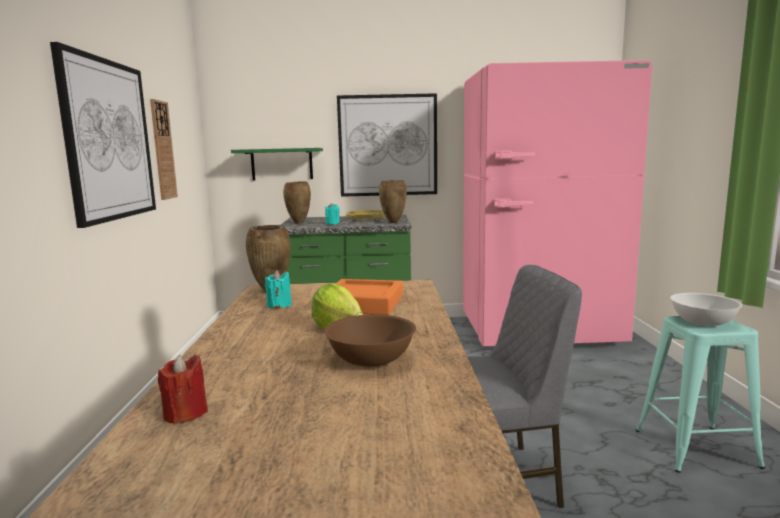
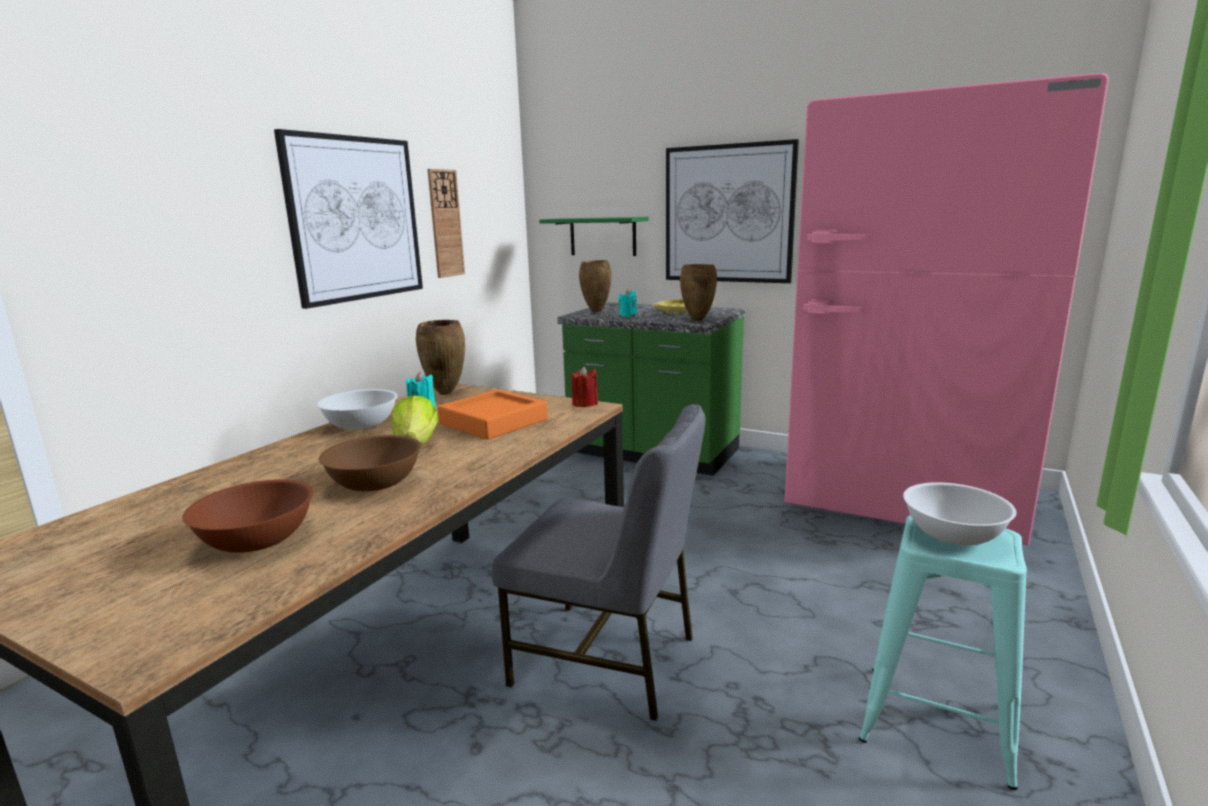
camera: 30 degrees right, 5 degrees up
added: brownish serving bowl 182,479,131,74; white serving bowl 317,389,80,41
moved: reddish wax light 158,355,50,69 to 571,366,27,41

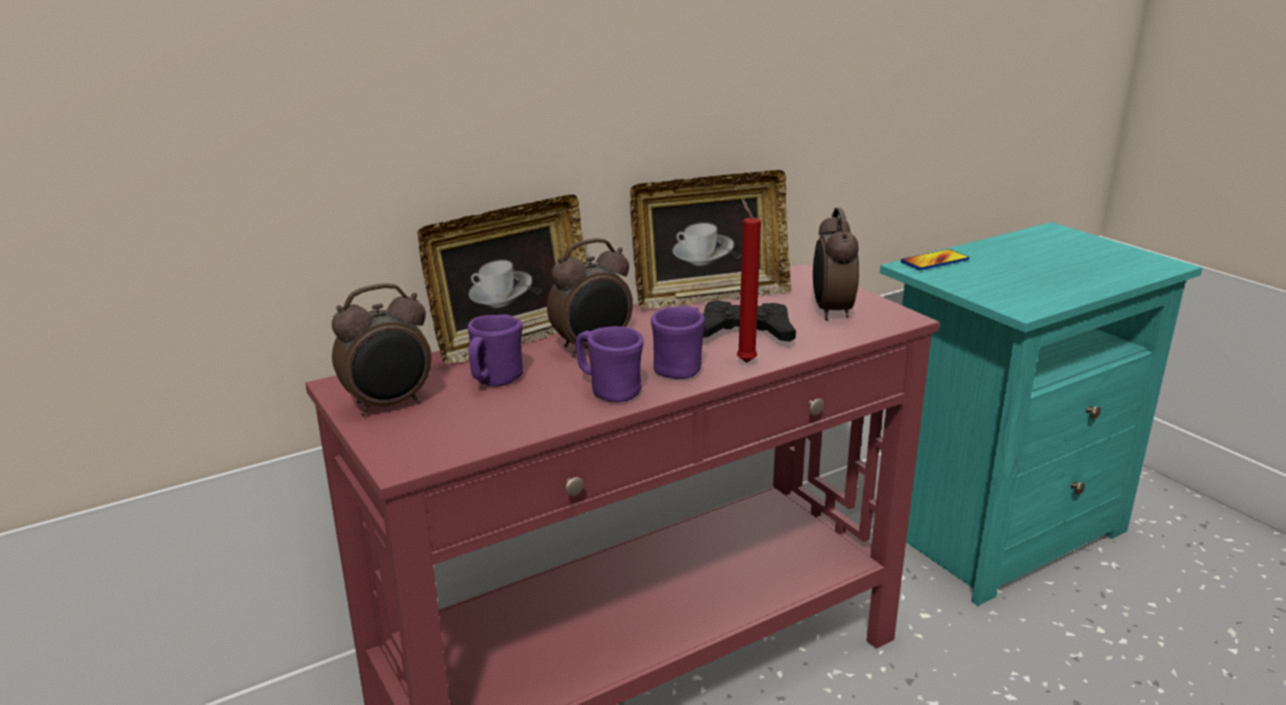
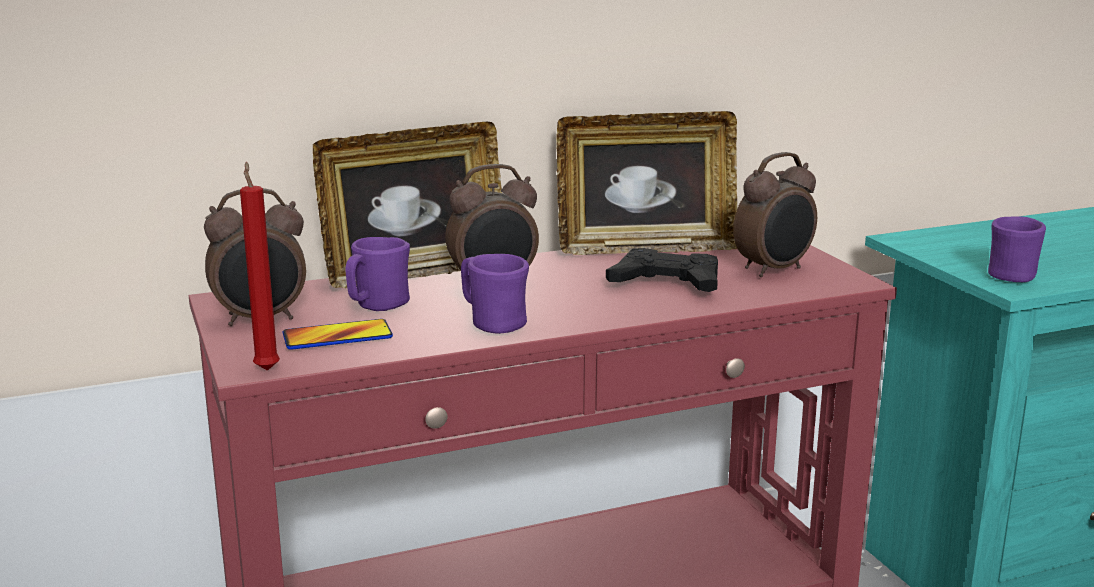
camera: 10 degrees right, 5 degrees down
moved: reddish wax light 737,199,24,164 to 240,162,40,209; telephone 901,249,68,21 to 283,319,110,31; purplish tea mug 651,306,54,73 to 988,216,58,66
turned: bedside clock 813,208,46,113 = 733,152,84,125 135 degrees counterclockwise

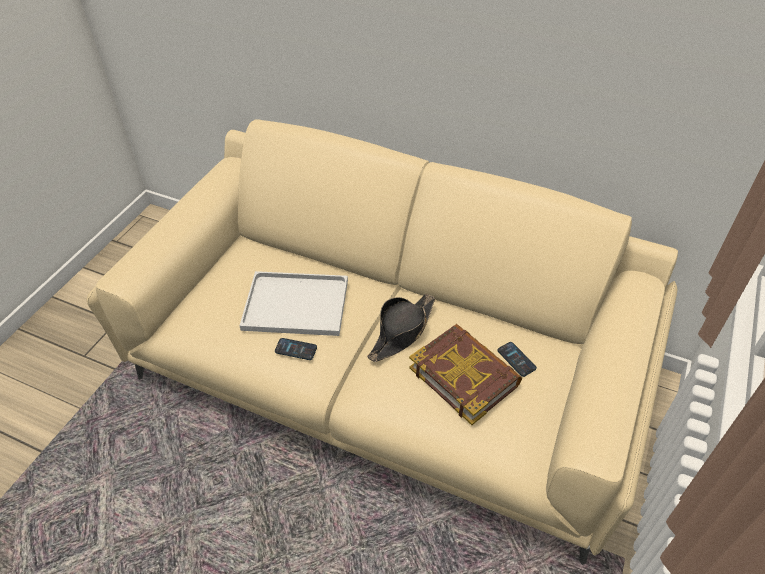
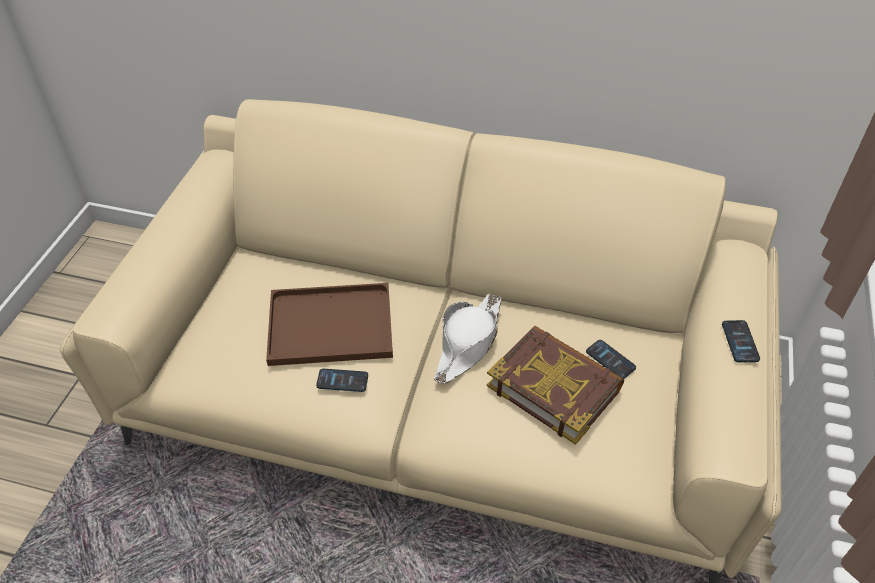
camera: 10 degrees left, 0 degrees up
added: telephone 722,320,38,43
recoloured: white tray 239,271,109,65 to brownish tray 266,283,127,83; black wearable hat 367,293,68,69 to white wearable hat 434,294,67,90

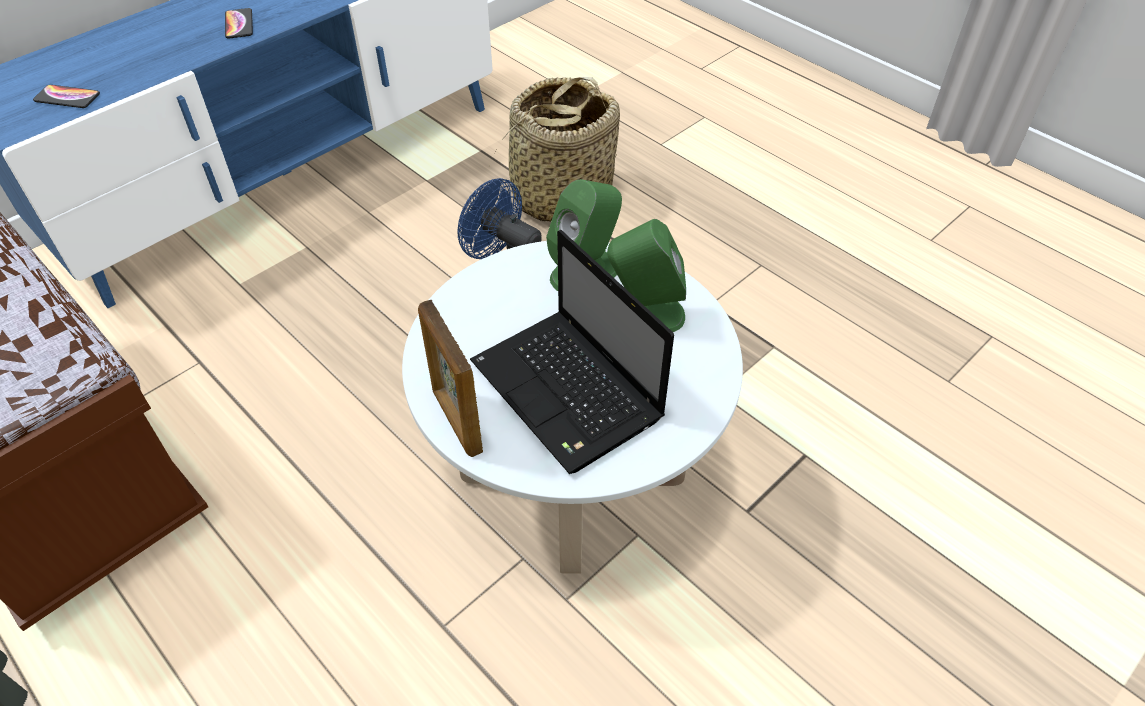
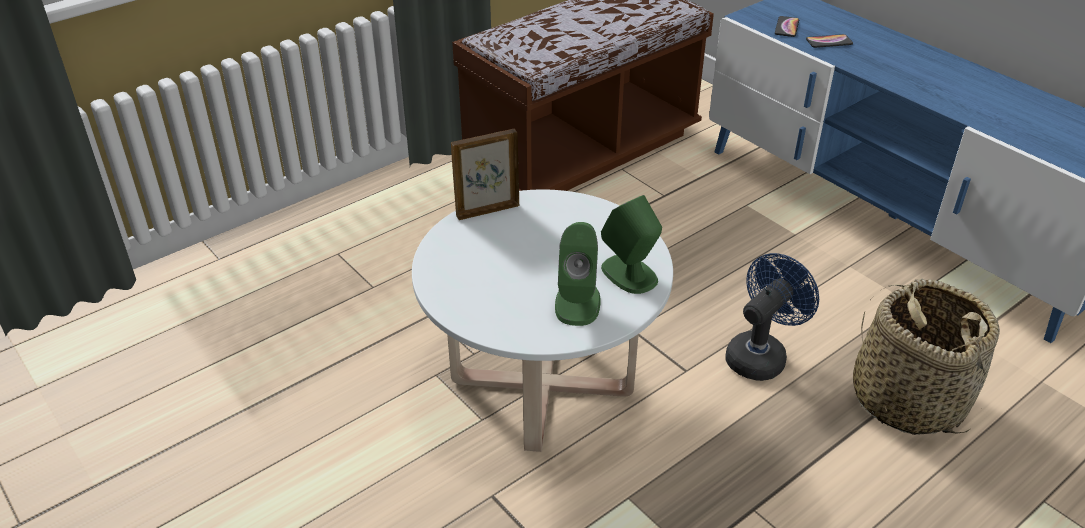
camera: 95 degrees right, 10 degrees down
removed: laptop 470,230,204,244
moved: telephone 225,8,28,31 to 806,34,47,14

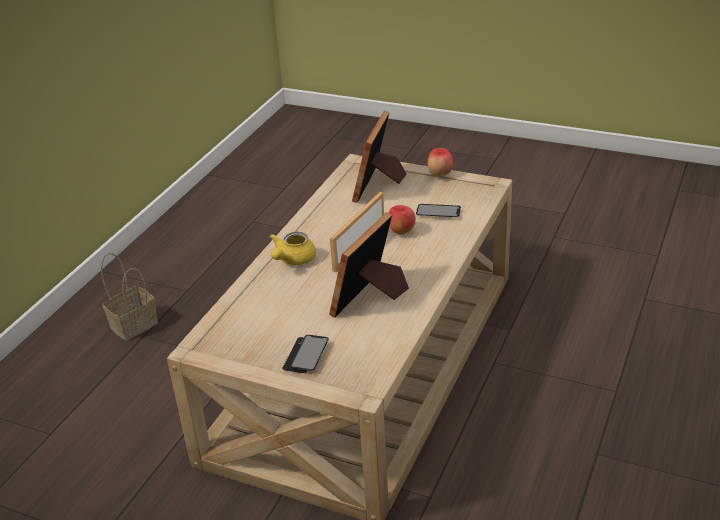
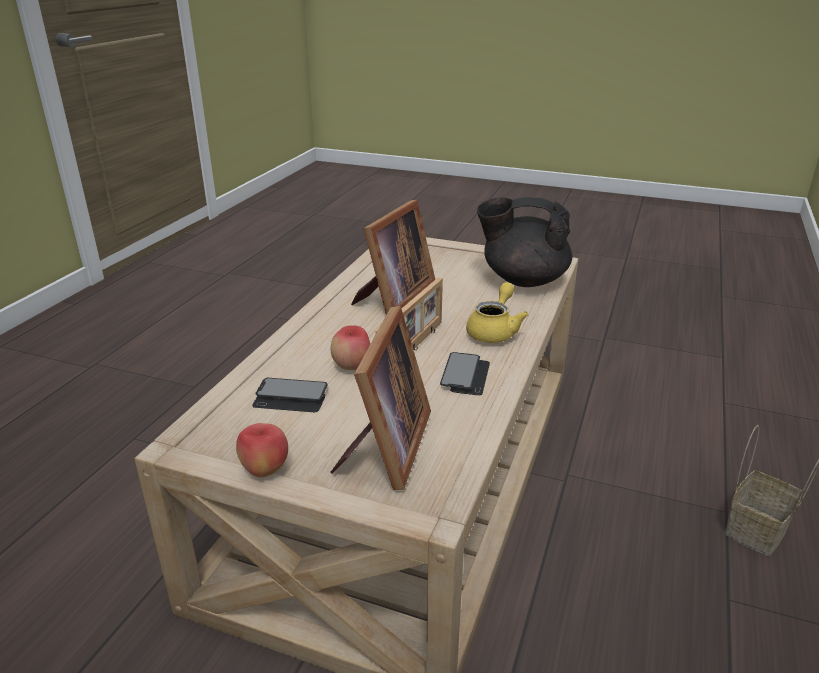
camera: 175 degrees right, 5 degrees down
added: black pot for tea 477,197,95,90
moved: telephone 282,335,47,38 to 440,352,50,43

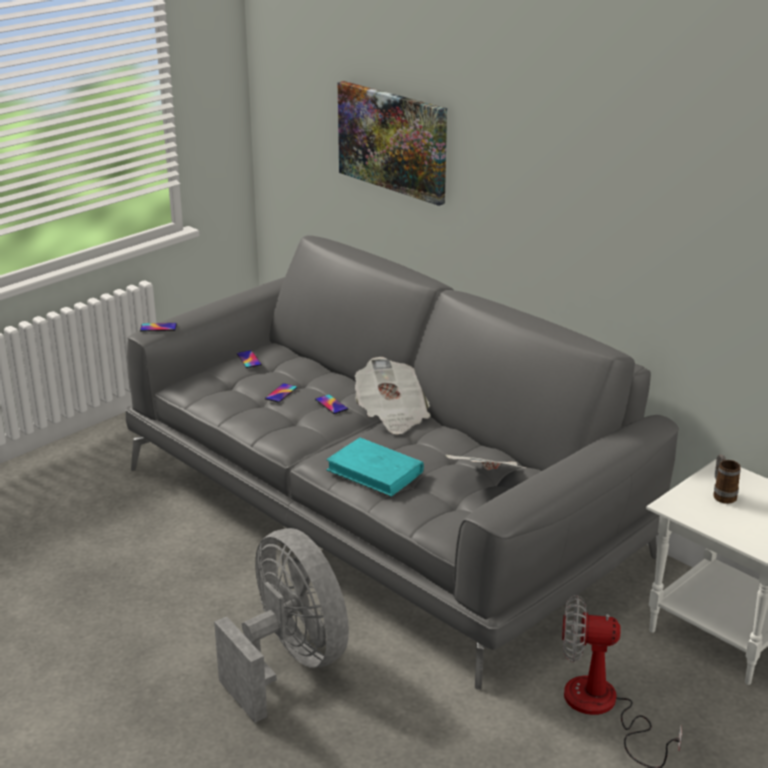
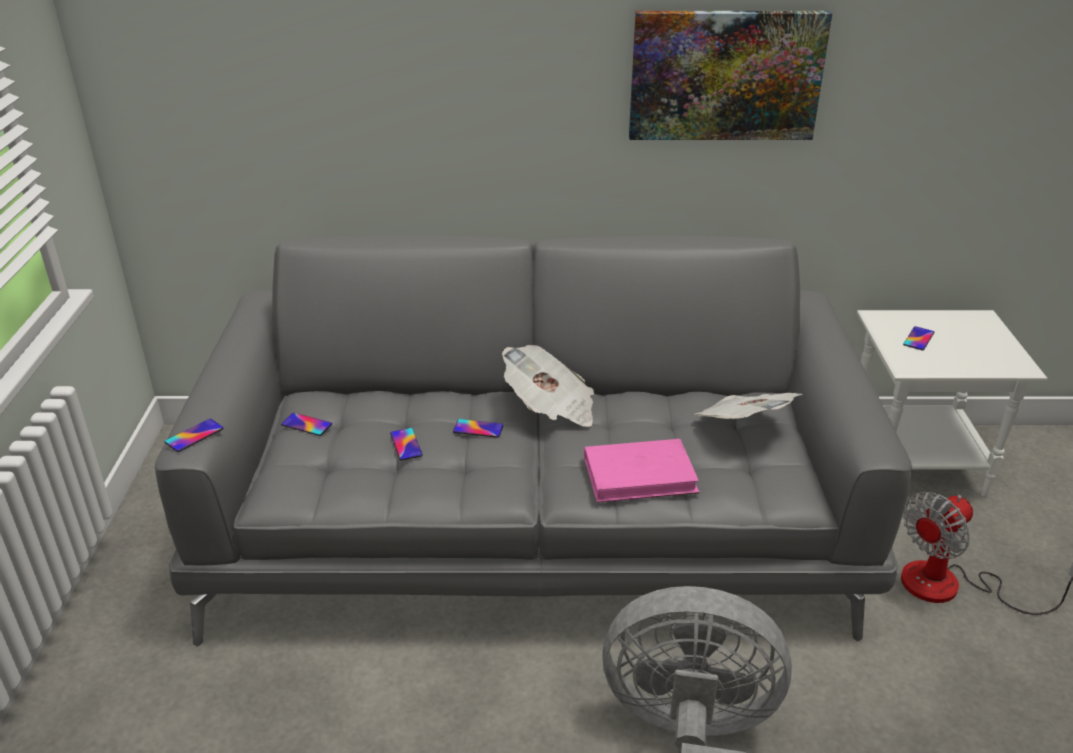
camera: 45 degrees left, 5 degrees up
moved: wall picture 338,81,109,125 to 629,11,204,129
replaced: tea mug 713,454,28,50 to telephone 903,326,31,24
recoloured: turquoise book 326,438,98,59 to pinkish book 584,439,116,64

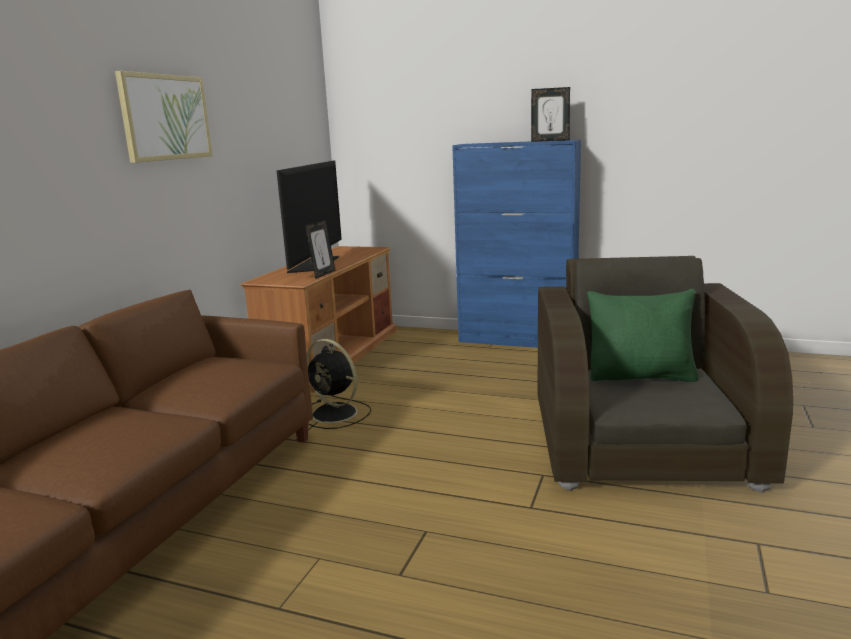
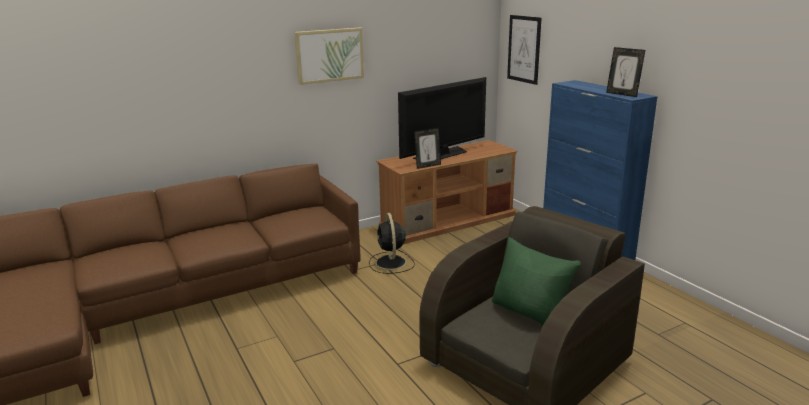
camera: 40 degrees right, 5 degrees up
added: wall picture 507,15,34,70

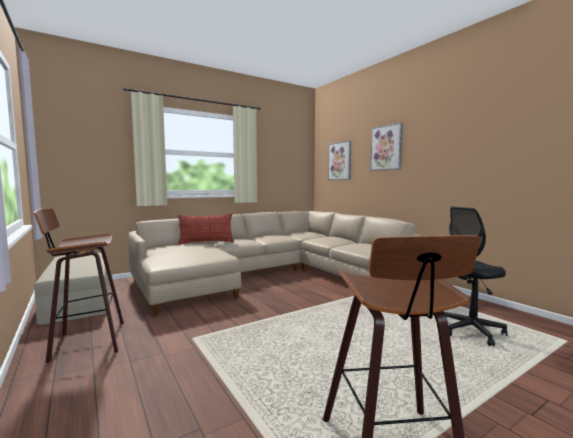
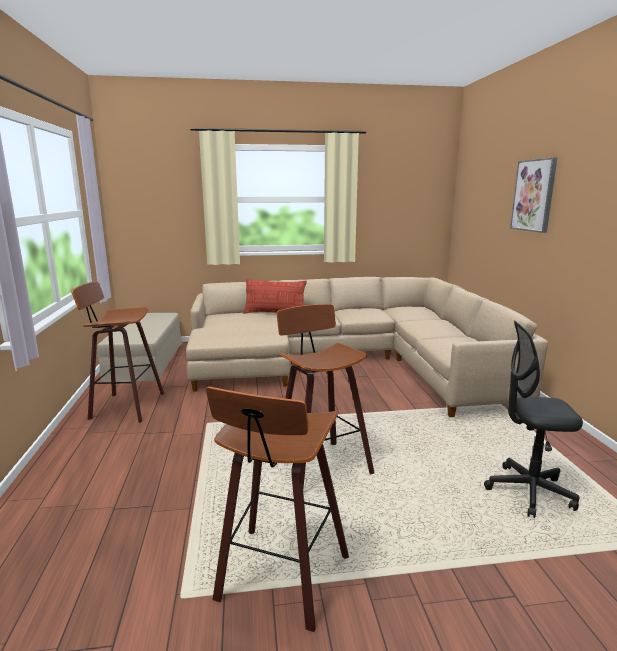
camera: 25 degrees right, 10 degrees up
removed: wall picture 328,141,23,39
added: sitting stool 277,304,97,184

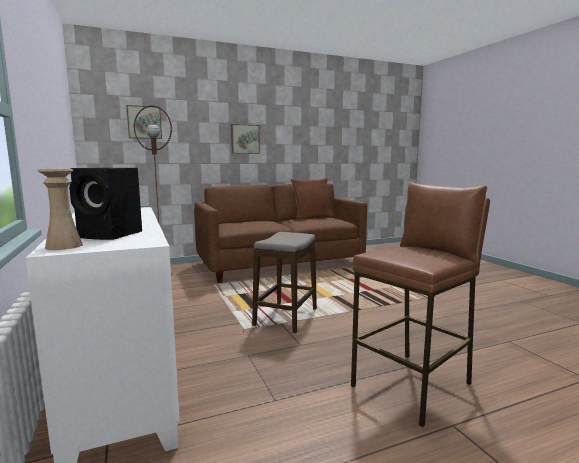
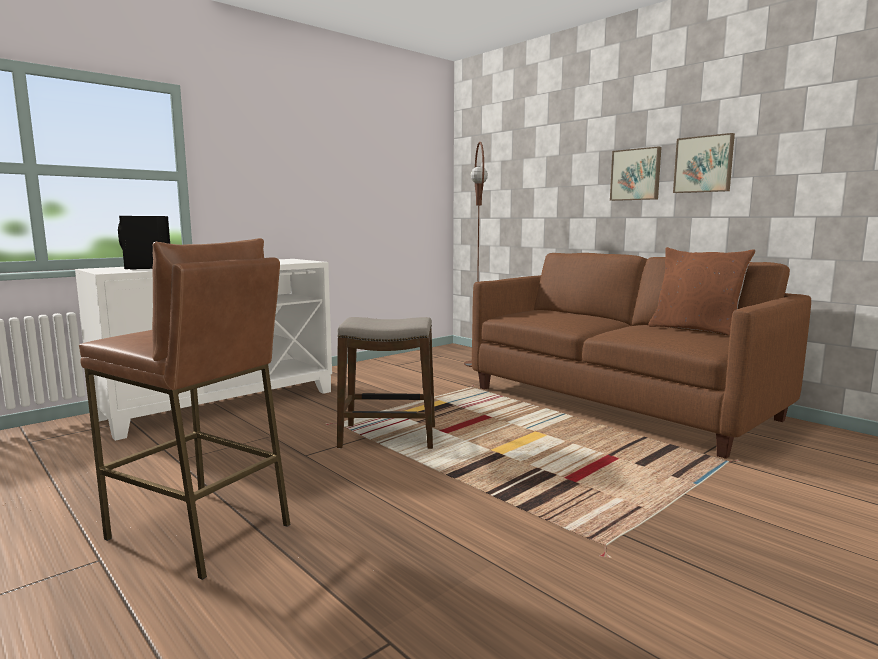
camera: 70 degrees right, 0 degrees up
removed: beige-coloured vase 38,169,45,81
moved: wall picture 126,105,36,34 to 673,133,62,60

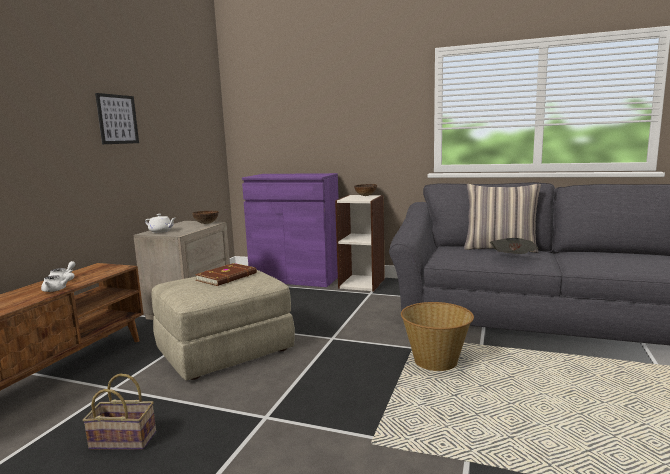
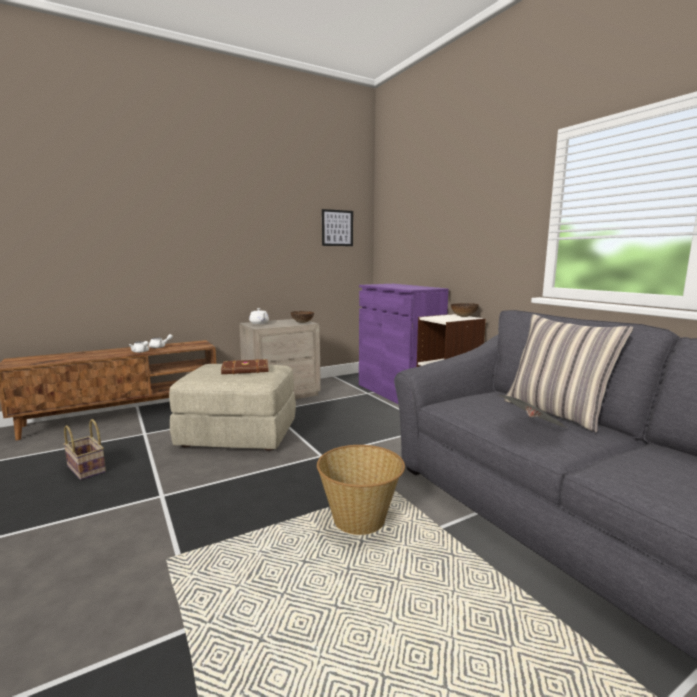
camera: 40 degrees right, 0 degrees up
moved: wall picture 95,93,44,51 to 322,209,31,37

